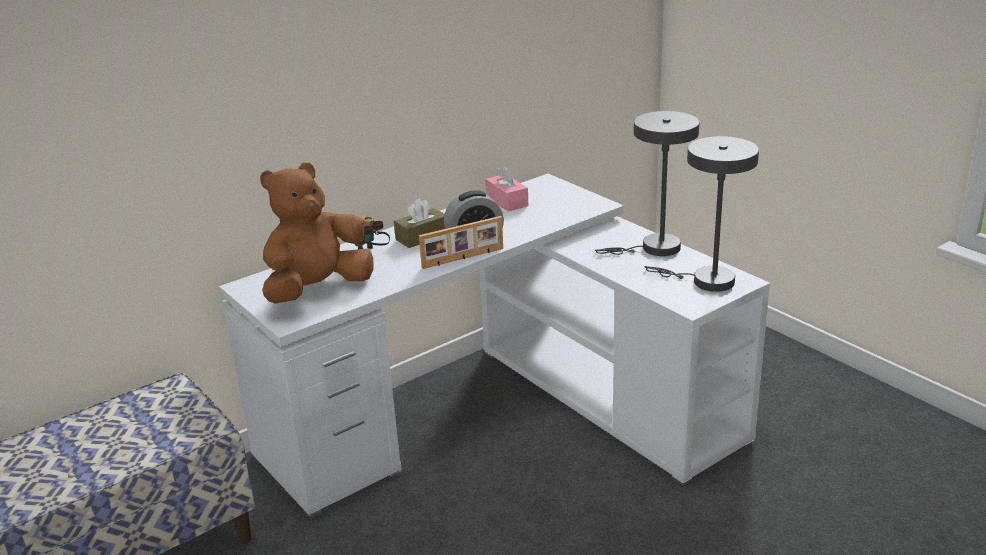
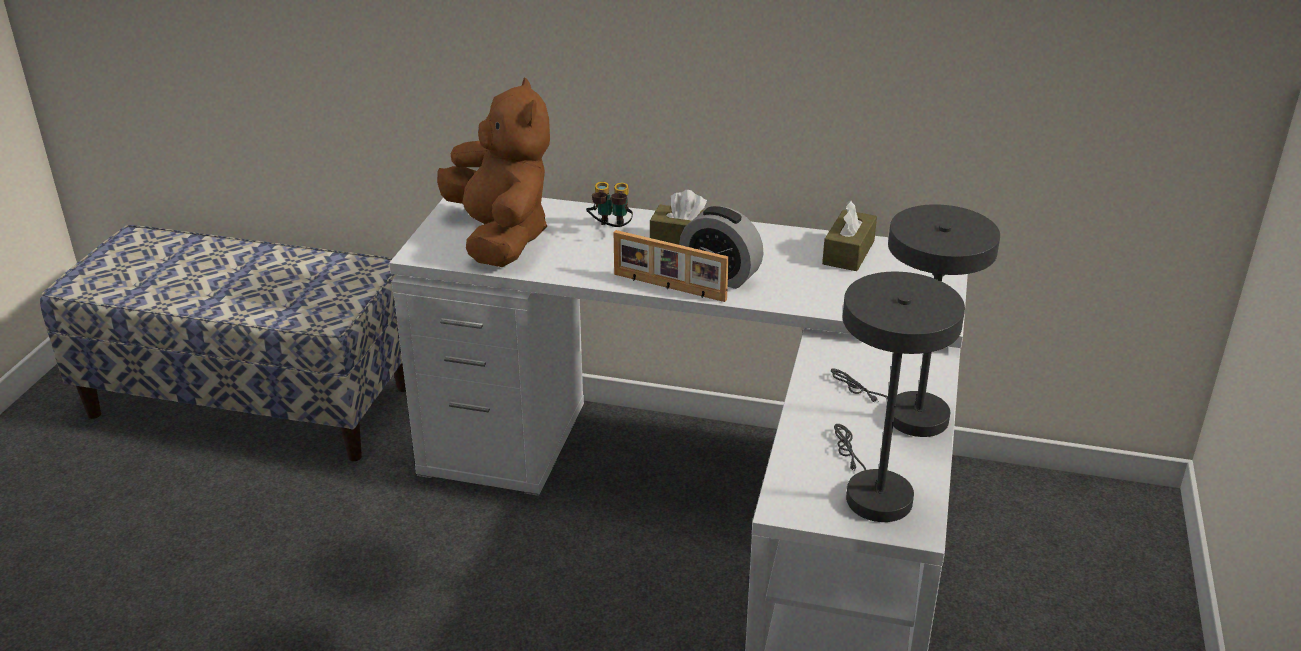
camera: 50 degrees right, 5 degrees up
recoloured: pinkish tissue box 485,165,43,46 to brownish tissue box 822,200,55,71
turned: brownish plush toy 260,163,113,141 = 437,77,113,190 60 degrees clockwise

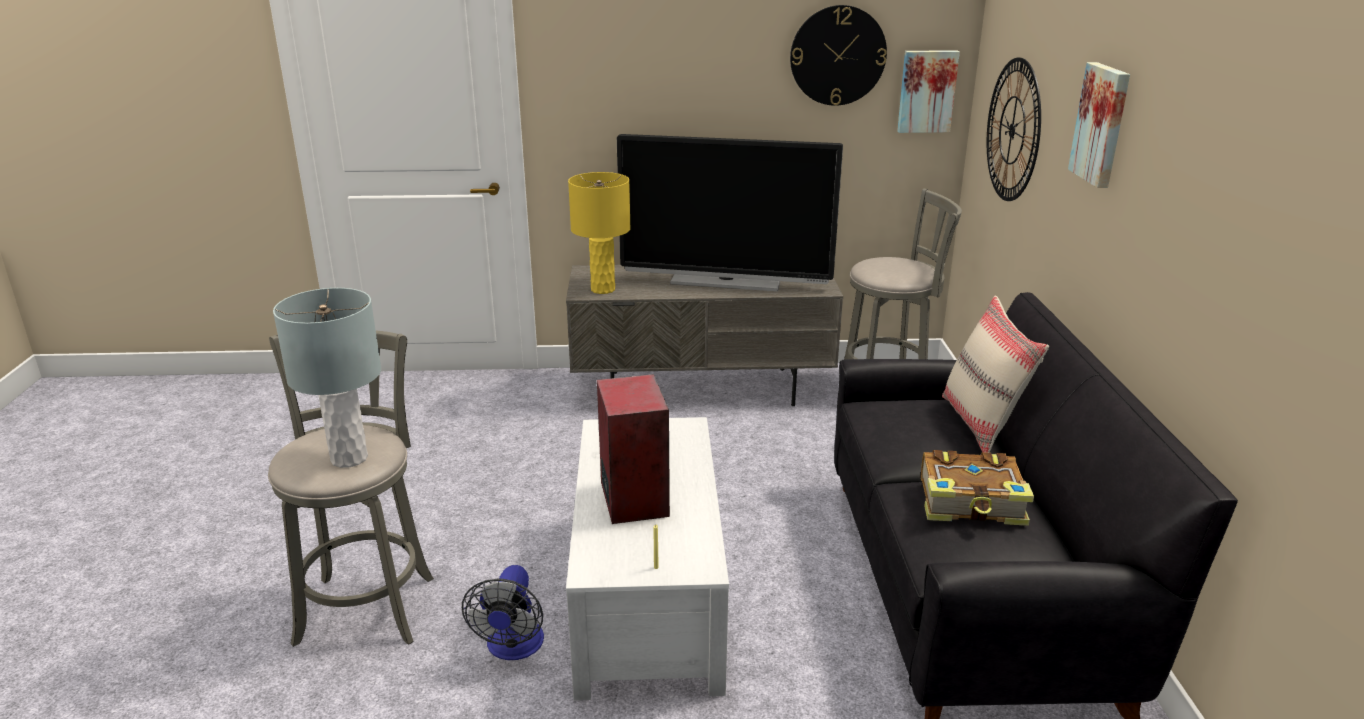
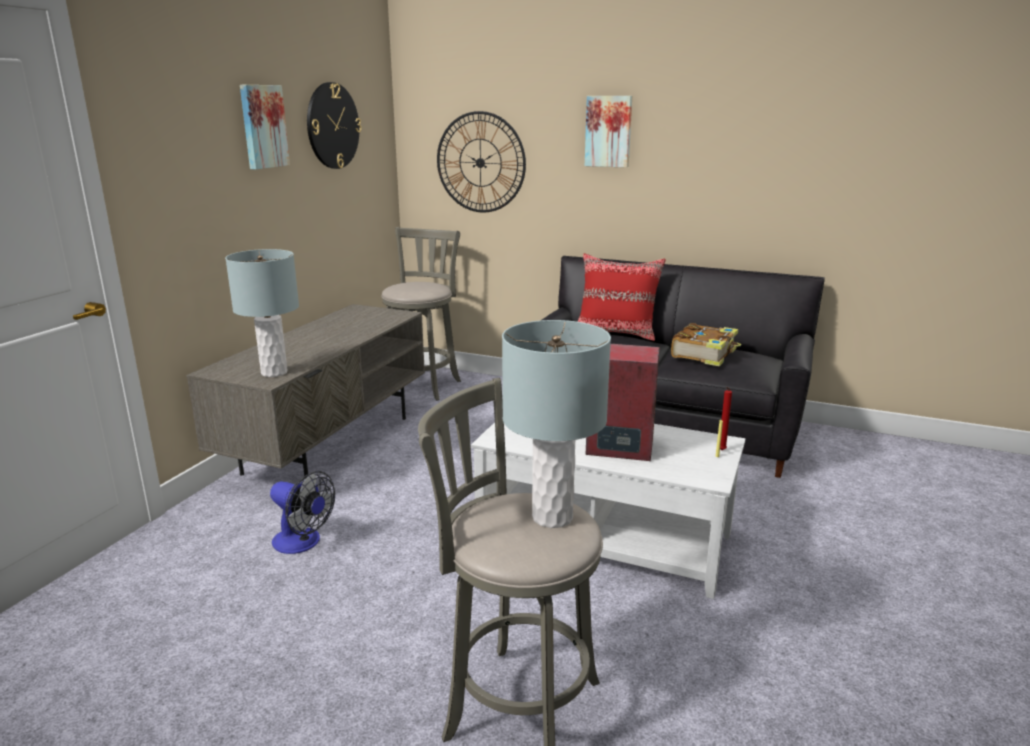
camera: 65 degrees left, 5 degrees down
removed: television 617,134,226,158
added: reddish wax light 720,387,12,63
moved: wall picture 897,50,63,83 to 240,85,50,85; electric fan 462,565,82,95 to 270,471,65,83
recoloured: yellow lamp for a table 568,172,63,122 to gray lamp for a table 225,249,74,128; beige-coloured pillow 942,295,107,158 to reddish pillow 577,253,89,88

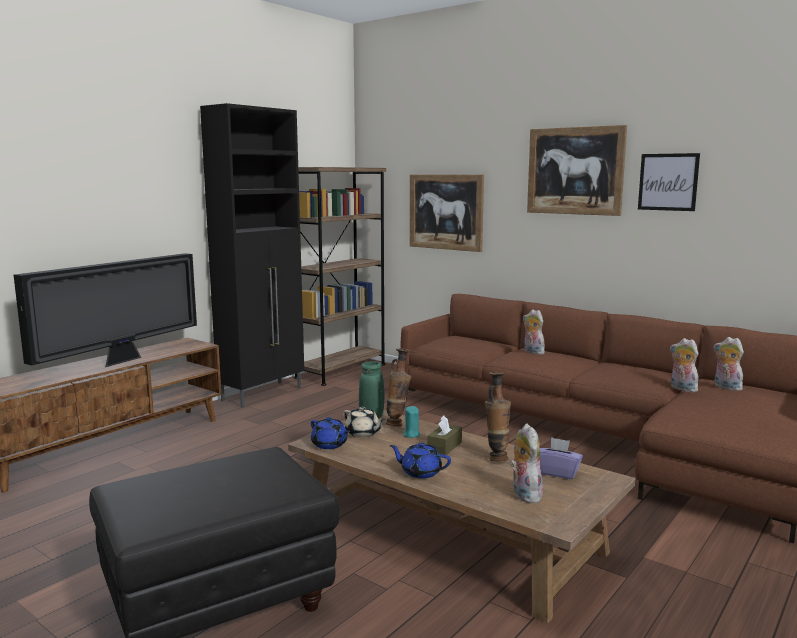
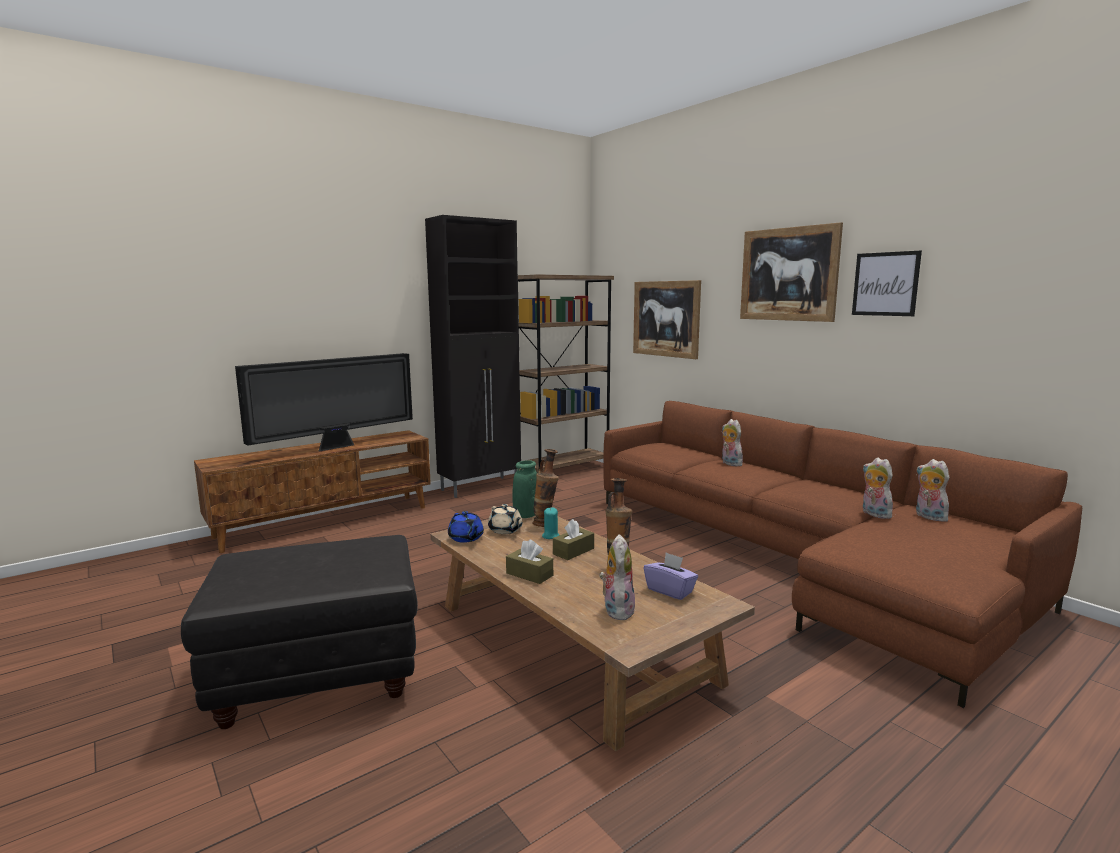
camera: 15 degrees right, 0 degrees up
replaced: bluish pot for tea 389,442,62,37 to brownish tissue box 506,539,47,45

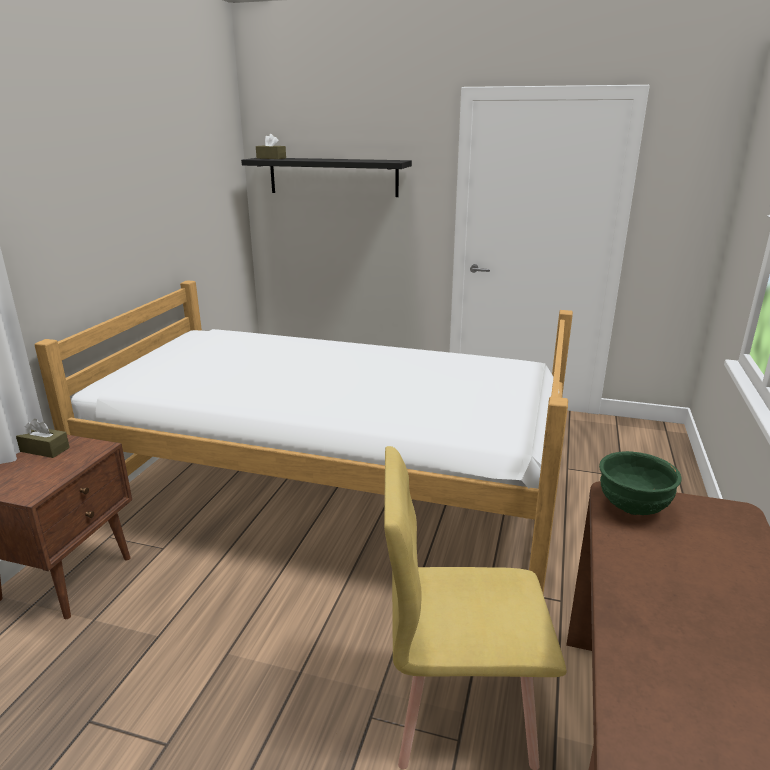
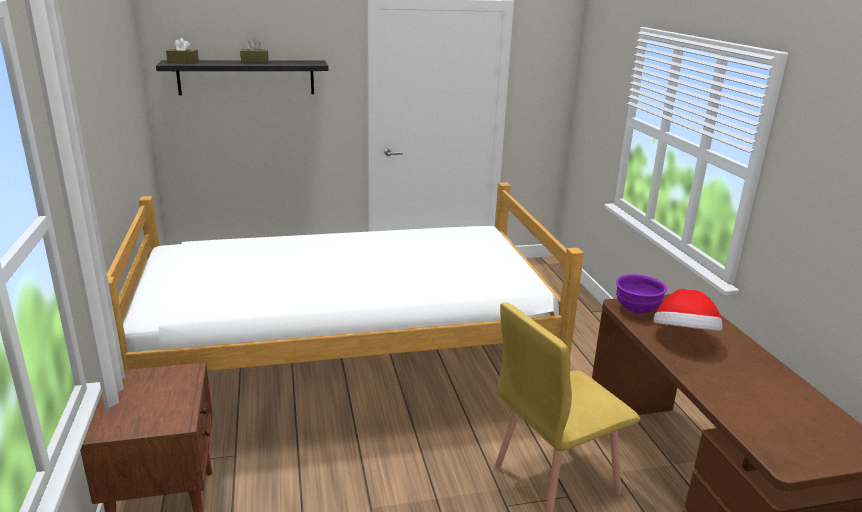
camera: 30 degrees left, 0 degrees up
added: wearable hat 653,289,70,42
moved: brownish tissue box 16,419,54,39 to 240,38,29,25
recoloured: green-coloured serving bowl 599,451,83,64 to purplish serving bowl 616,274,51,40

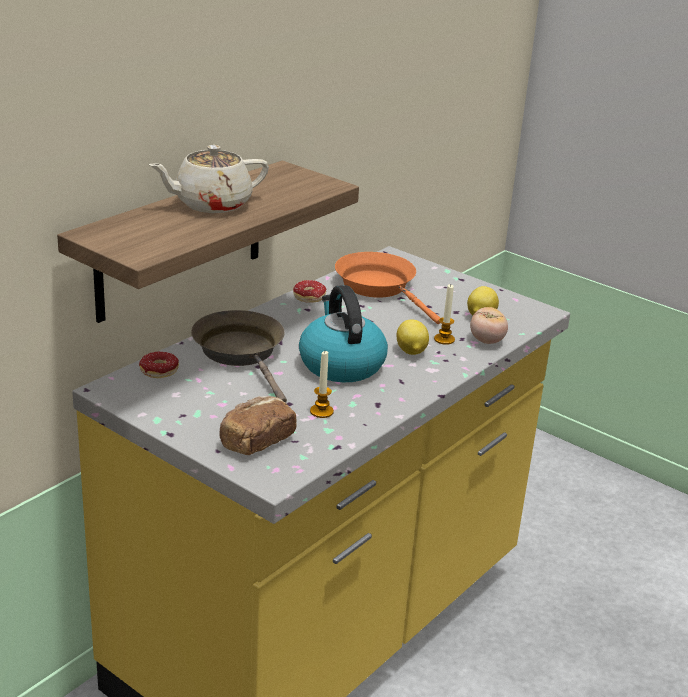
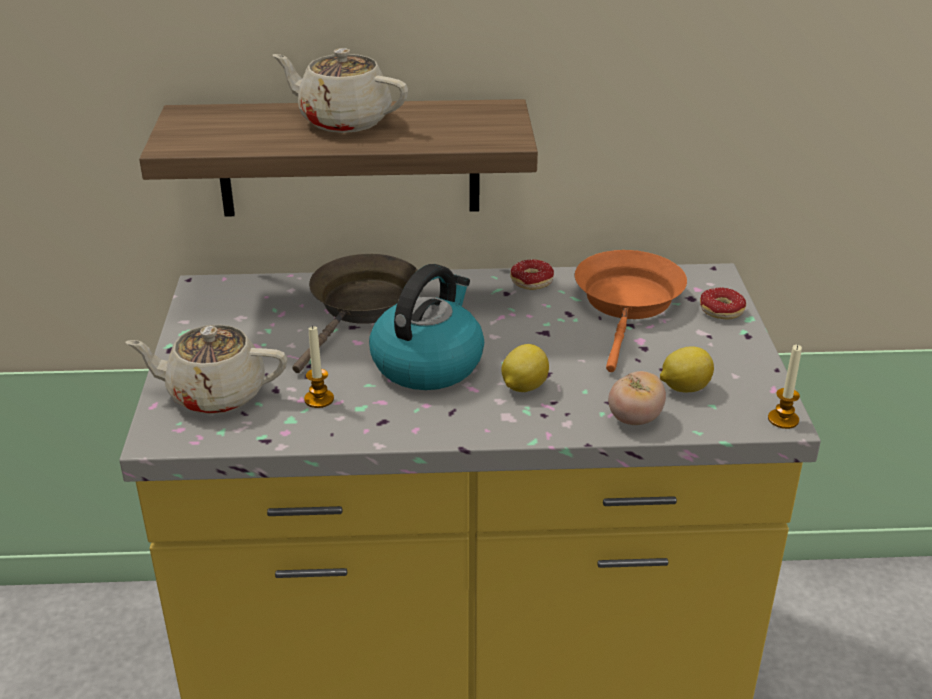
camera: 50 degrees right, 5 degrees up
moved: ring doughnut 139,351,40,27 to 700,288,46,32; wax light 434,284,21,61 to 768,345,34,84
replaced: baked bread 220,396,77,59 to beige-coloured pot for tea 126,324,161,90

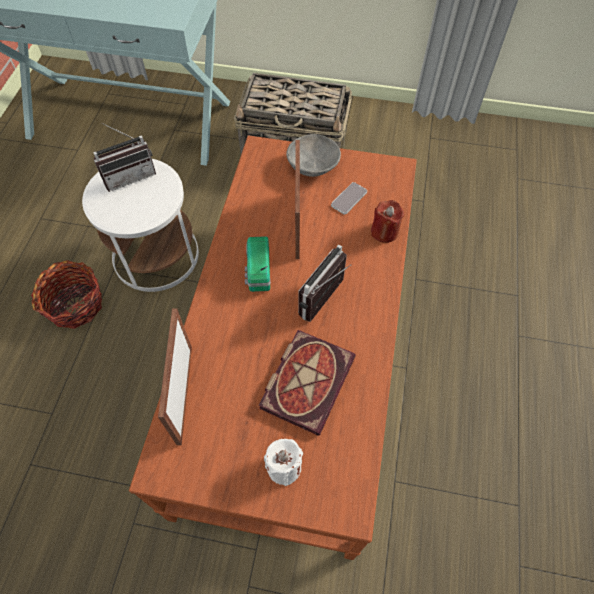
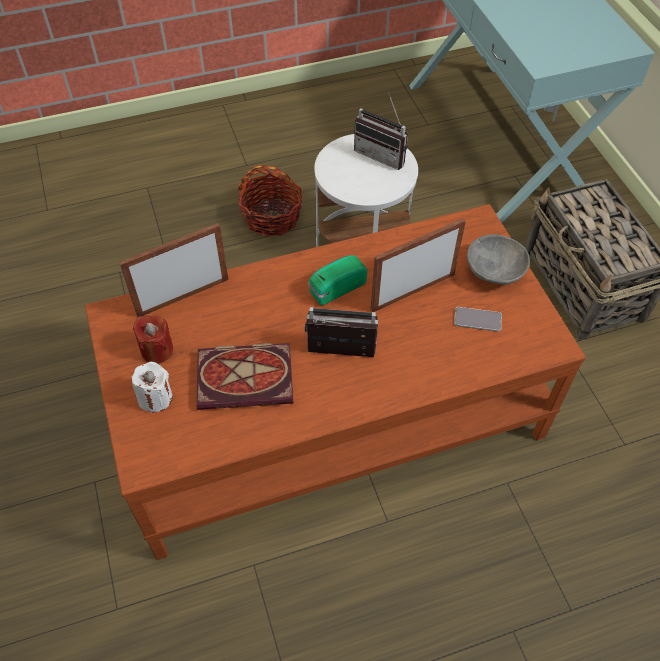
camera: 60 degrees right, 5 degrees down
moved: reddish wax light 371,200,33,43 to 133,315,40,49

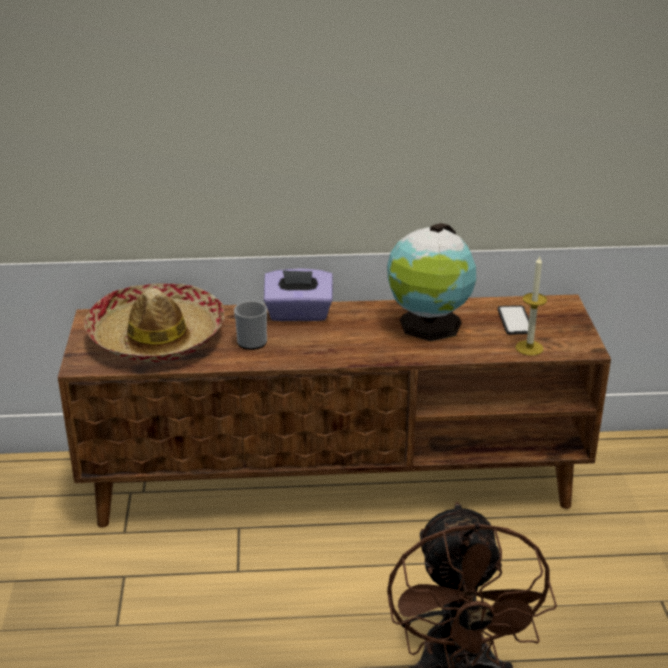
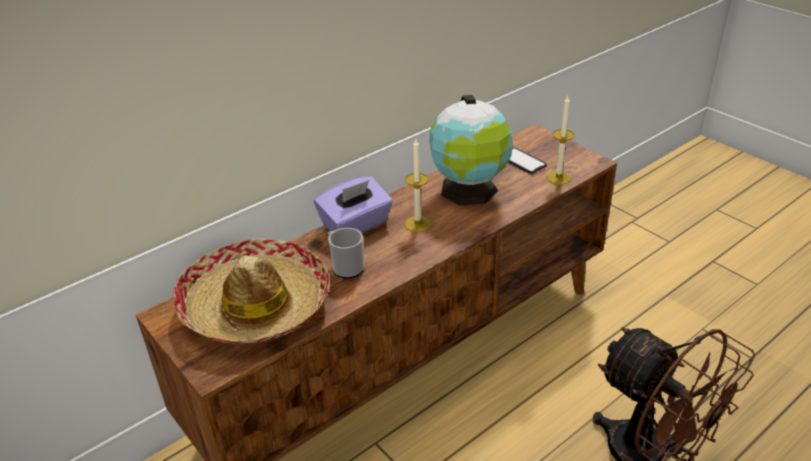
camera: 35 degrees left, 5 degrees up
added: wax light 405,139,26,93

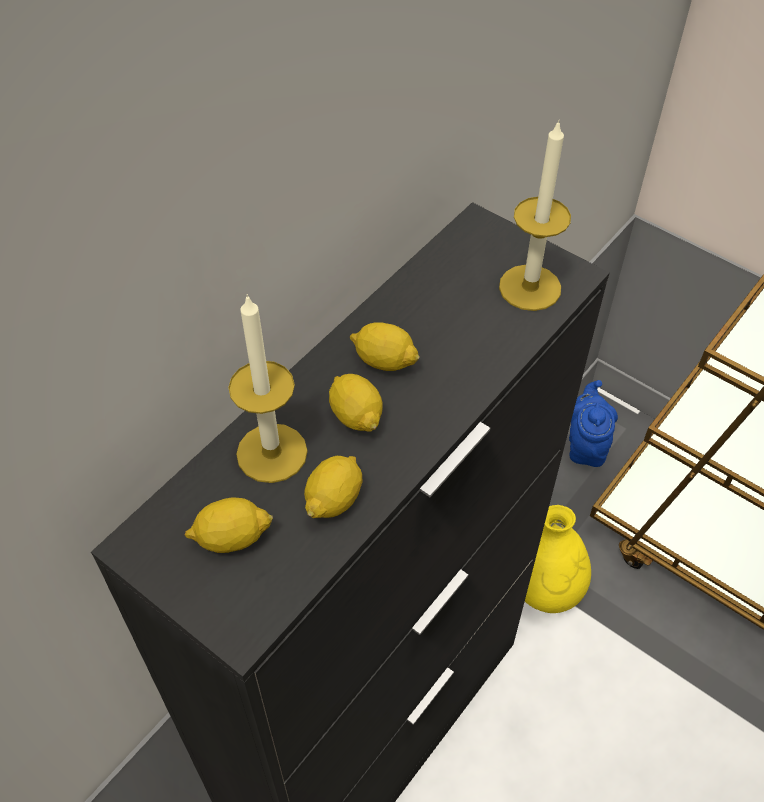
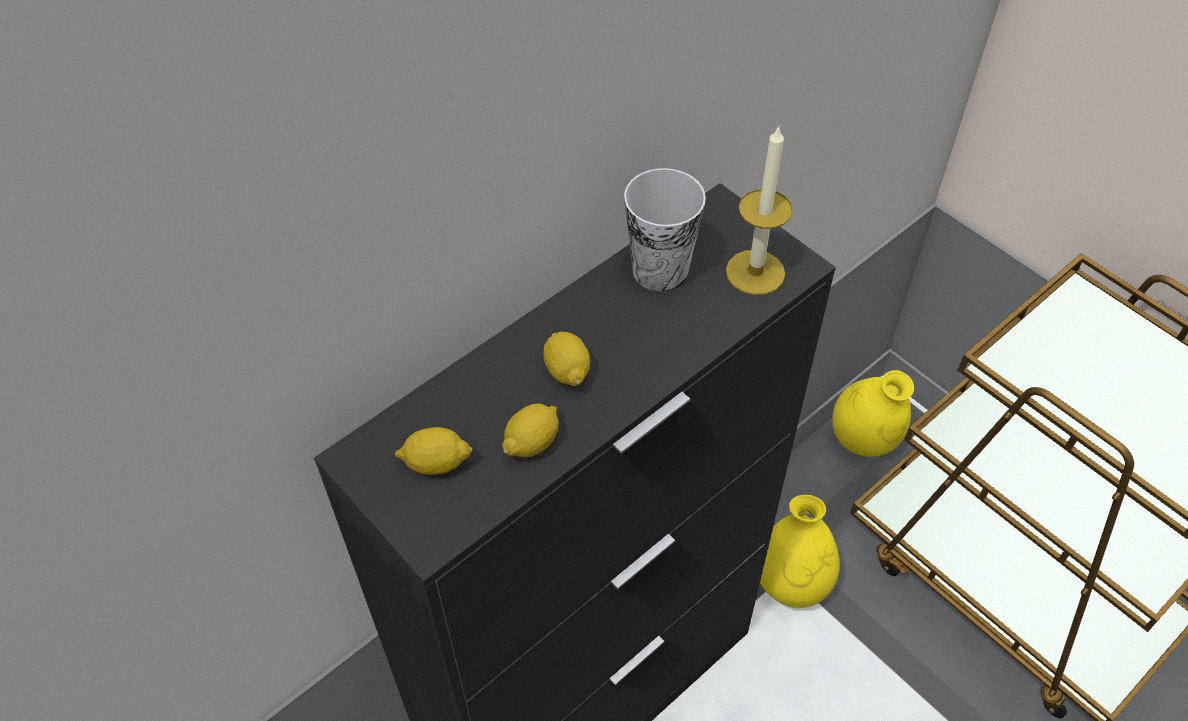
camera: 10 degrees right, 0 degrees up
removed: wax light 228,294,80,189; whole lemon 350,322,69,49
added: cup 624,168,82,124
replaced: bluish pot for tea 569,380,49,87 to yellow vase 832,370,82,87

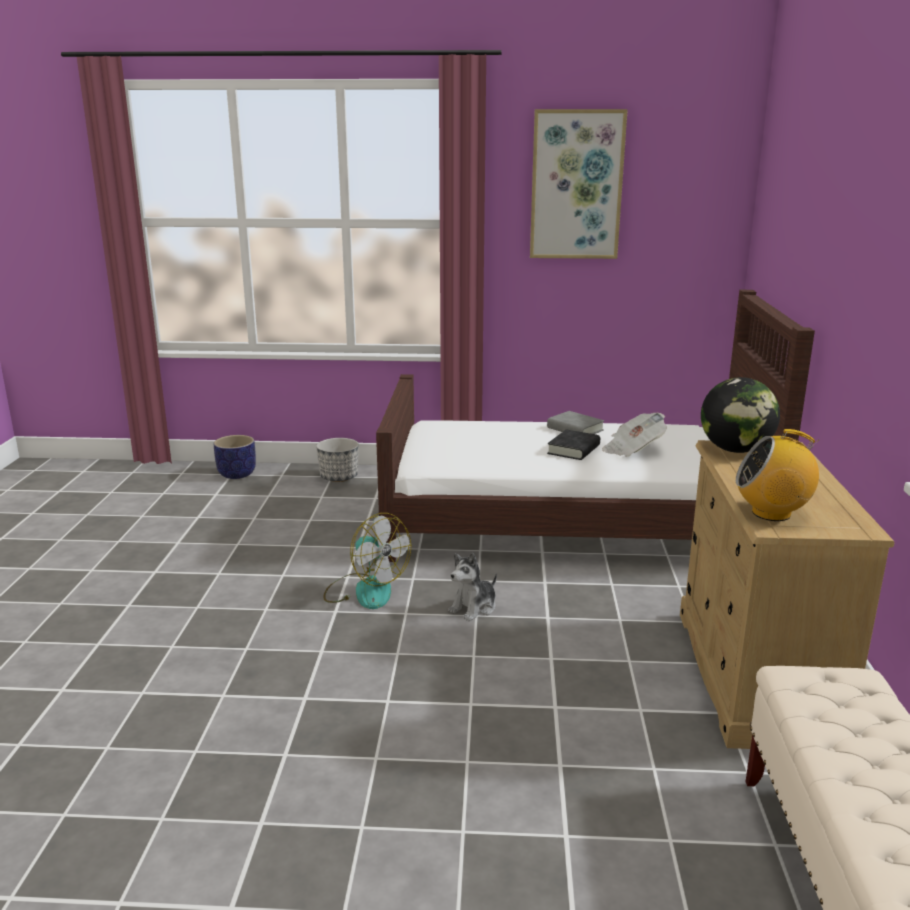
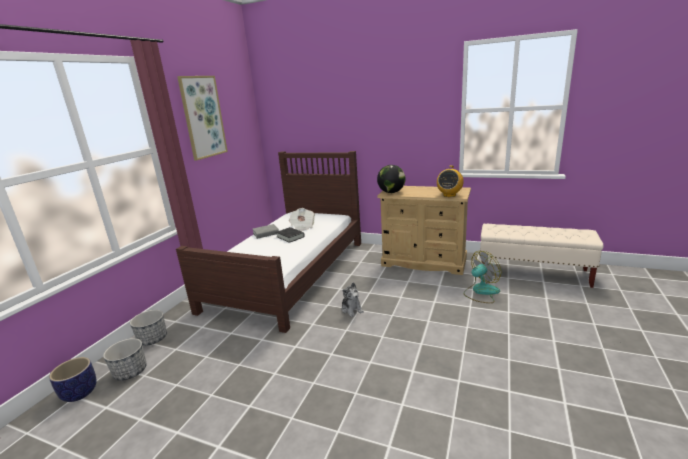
camera: 70 degrees left, 0 degrees up
added: planter 103,338,44,43
moved: electric fan 323,513,88,96 to 463,251,38,52

